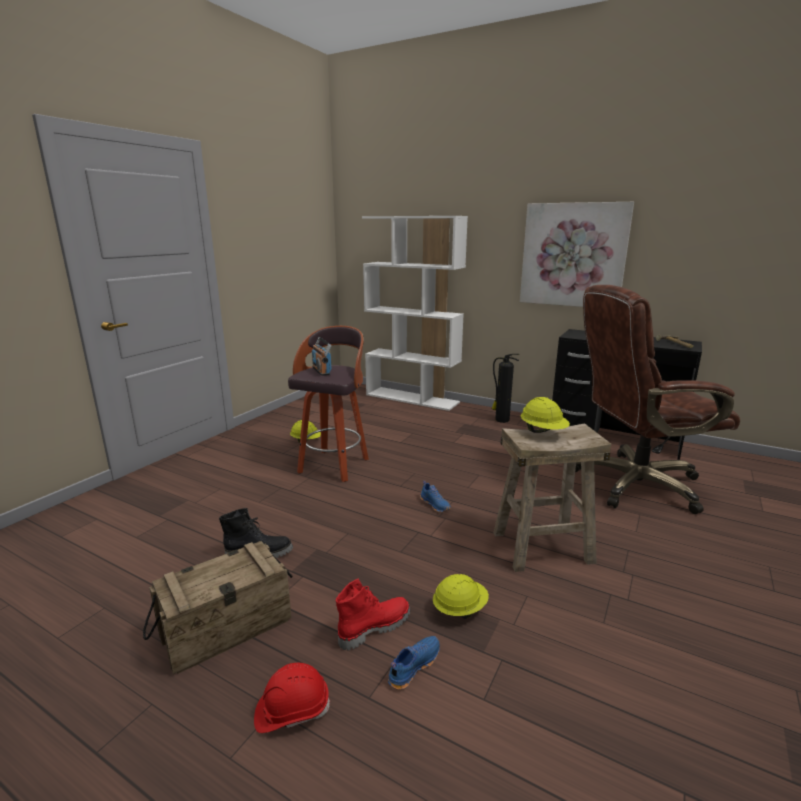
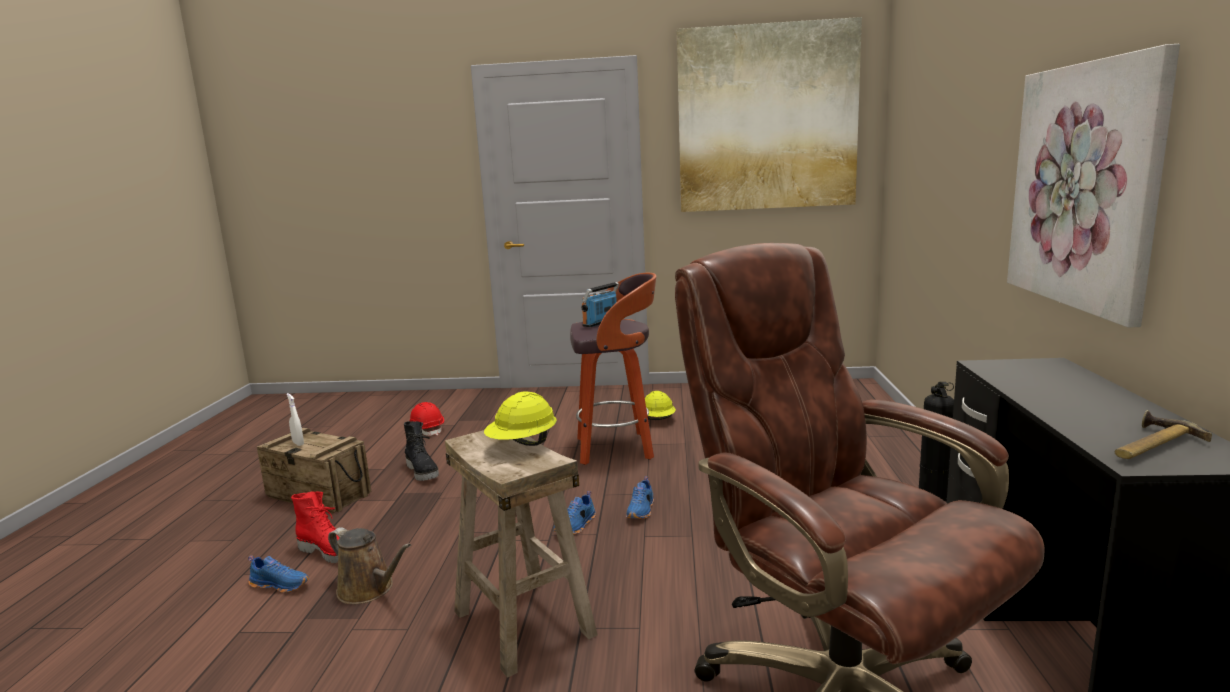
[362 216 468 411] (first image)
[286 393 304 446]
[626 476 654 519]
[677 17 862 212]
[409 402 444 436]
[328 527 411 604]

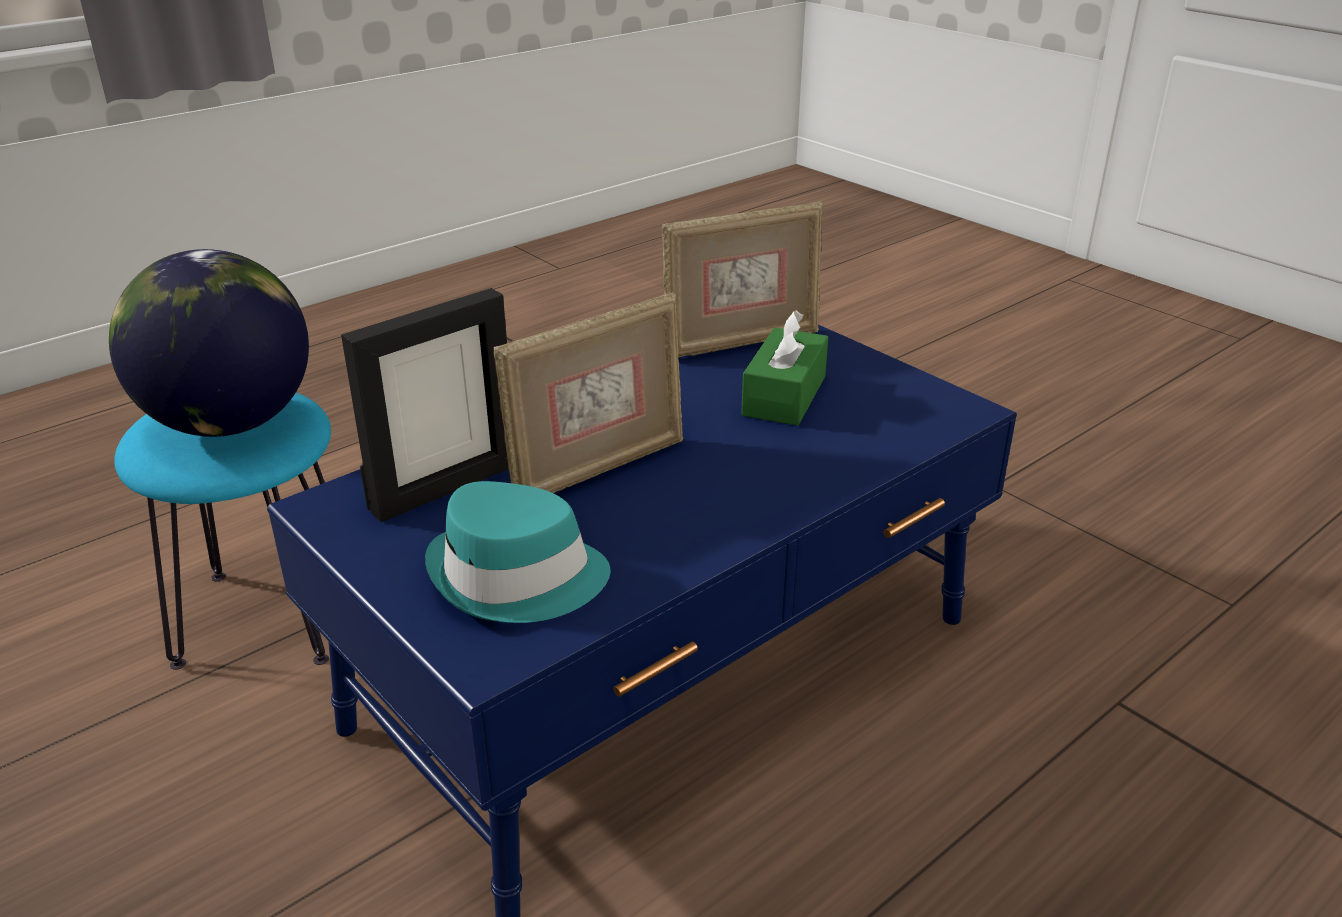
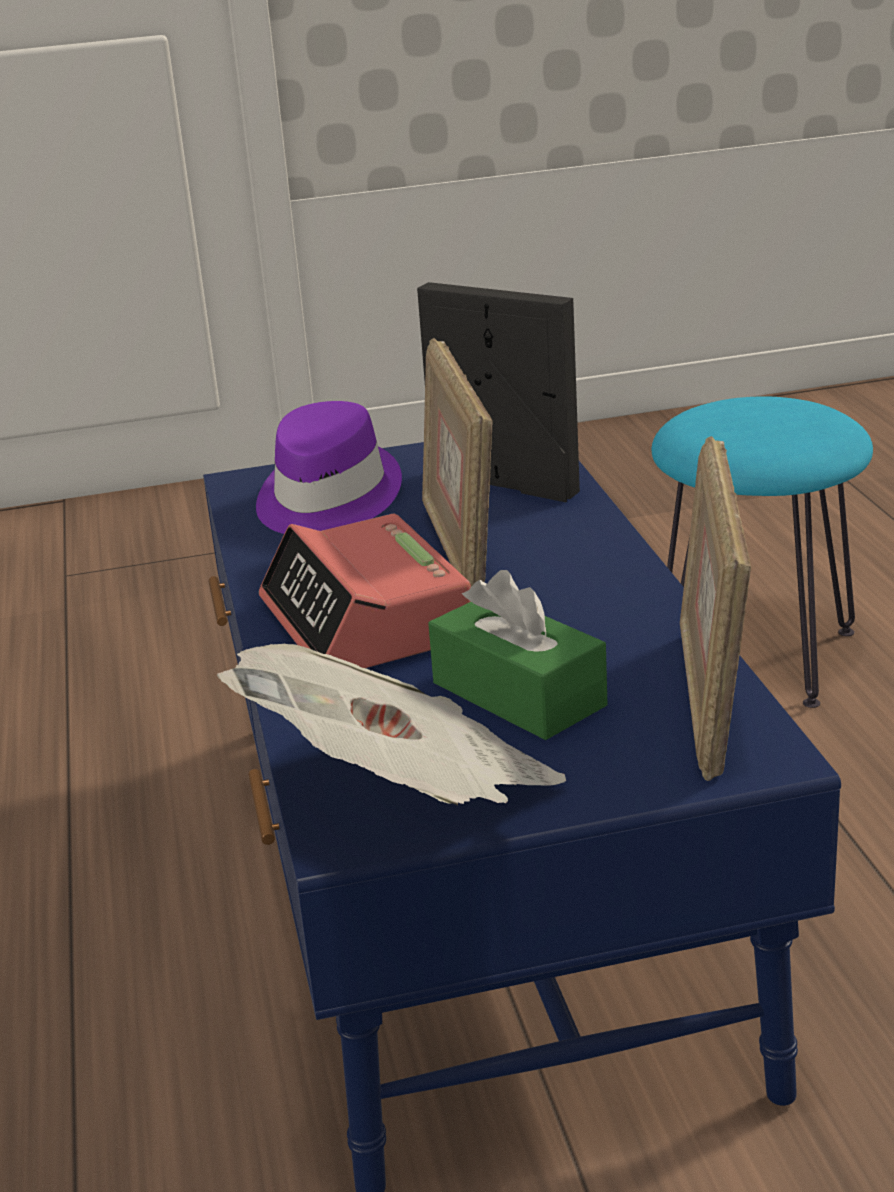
[109 249 309 437] (first image)
[217 644 566 805]
[259 514 471 668]
[256 401 402 534]
[417 282 580 502]

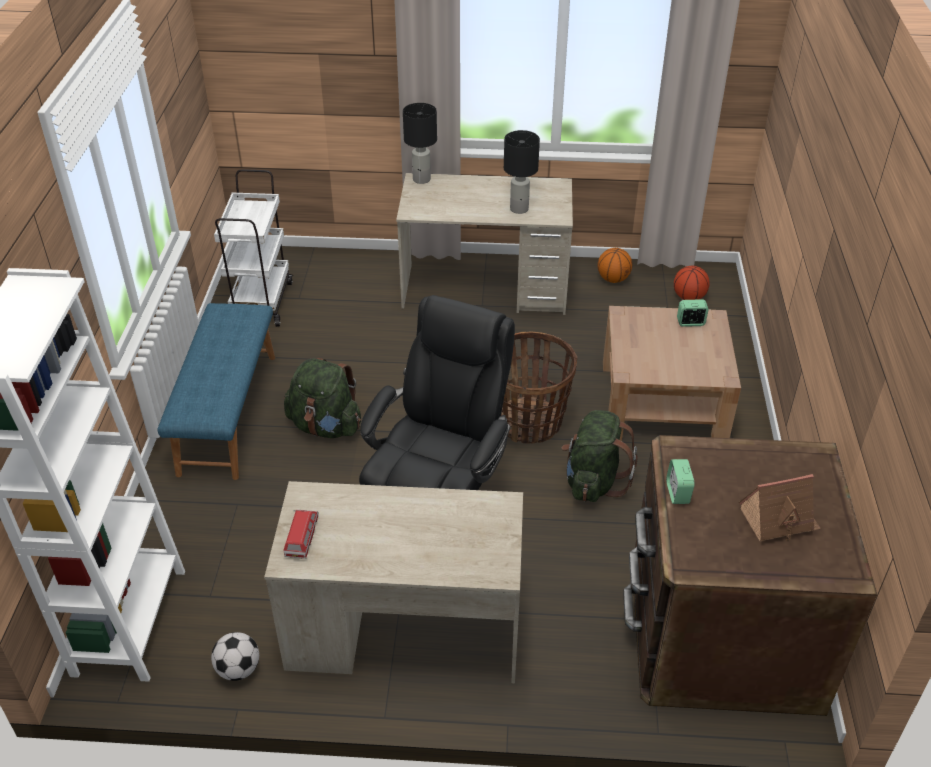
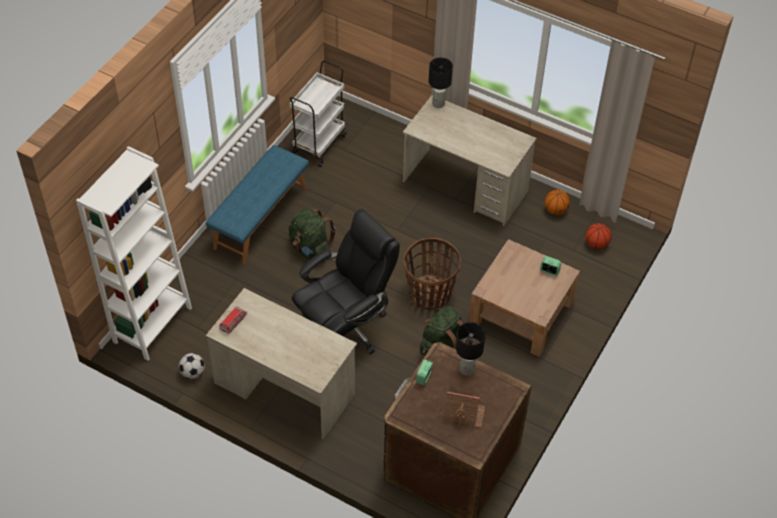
[456 322 485 376]

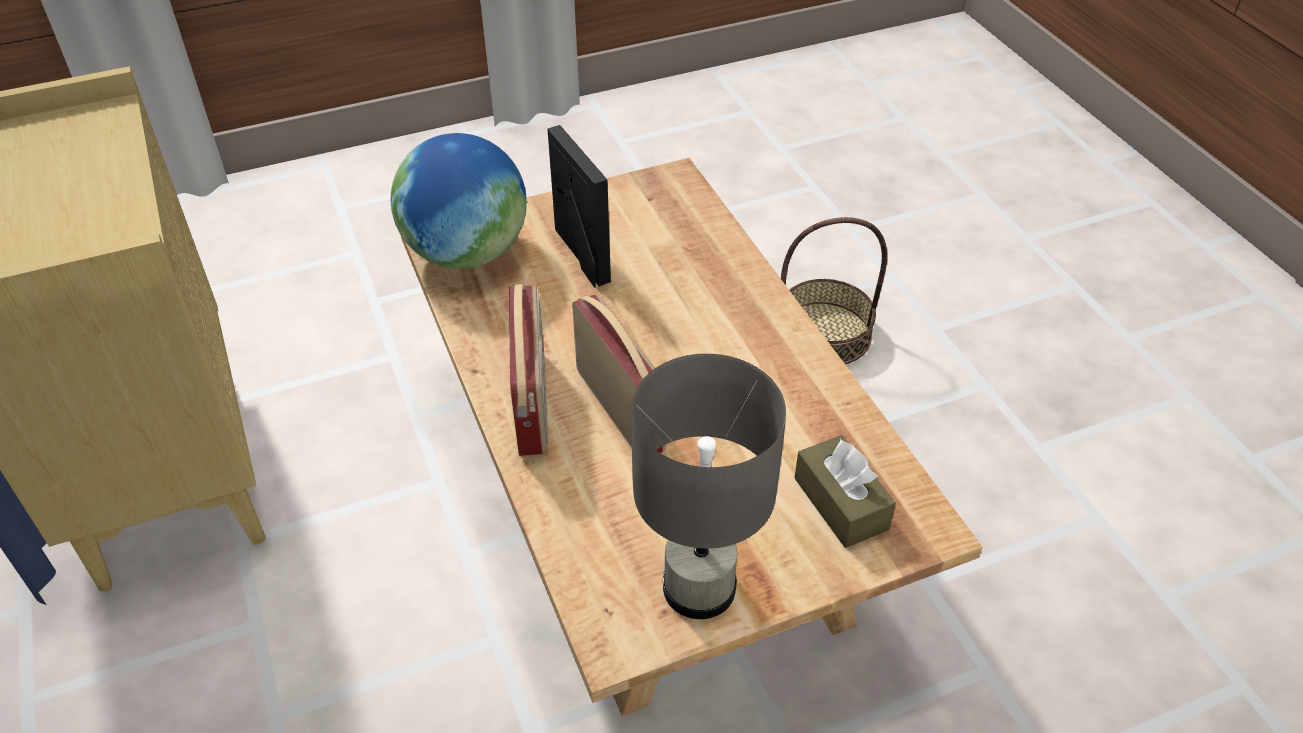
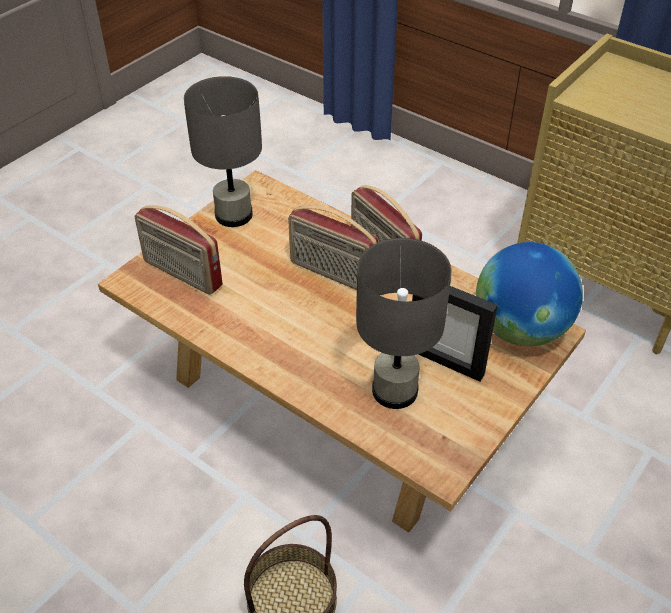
[356 238 451 409]
[134 205 223 295]

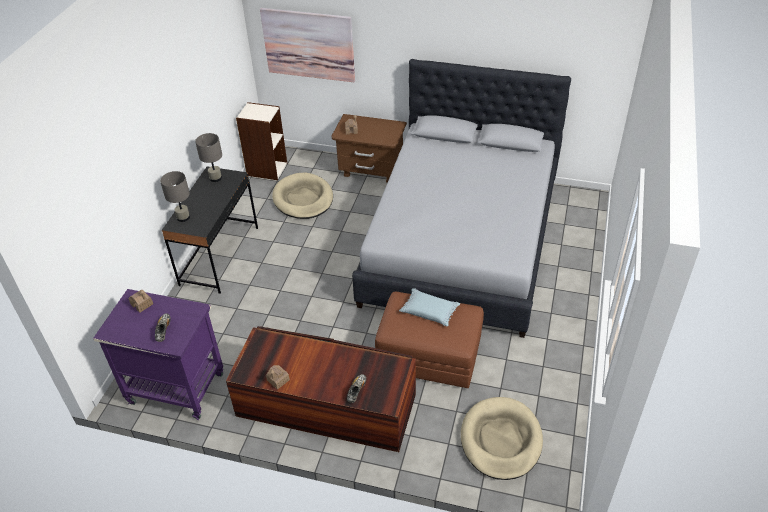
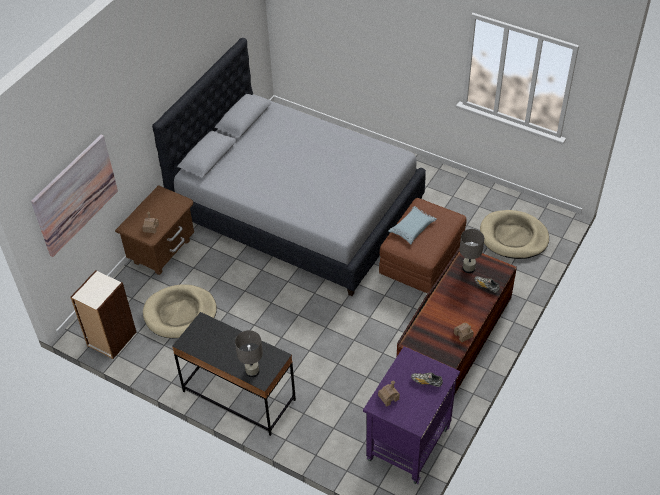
[460 229 484 273]

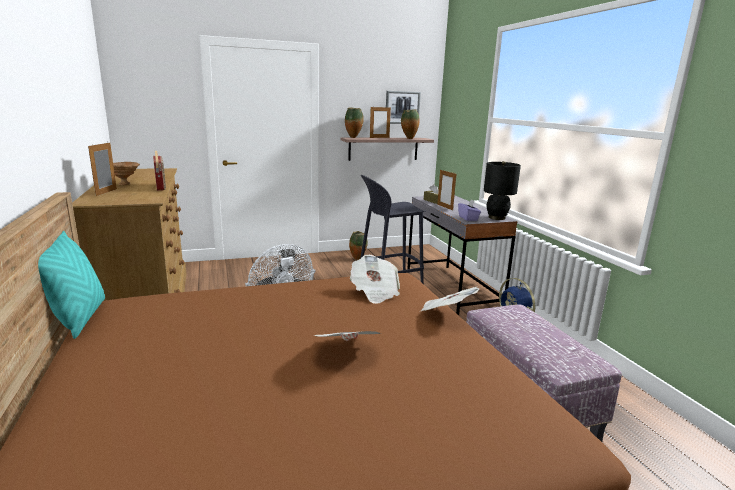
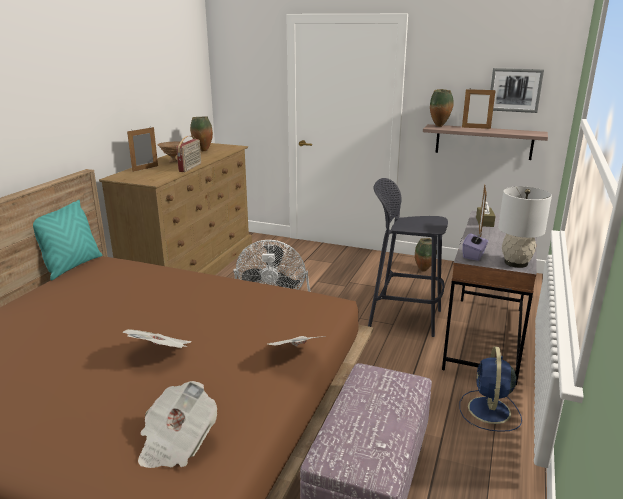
[138 381 217 468]
[190 116 213 151]
[498 186 552 268]

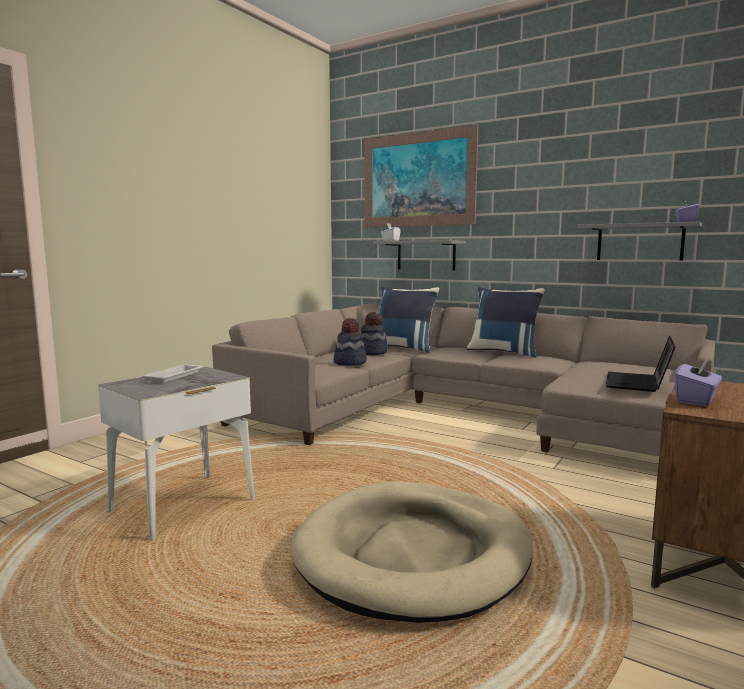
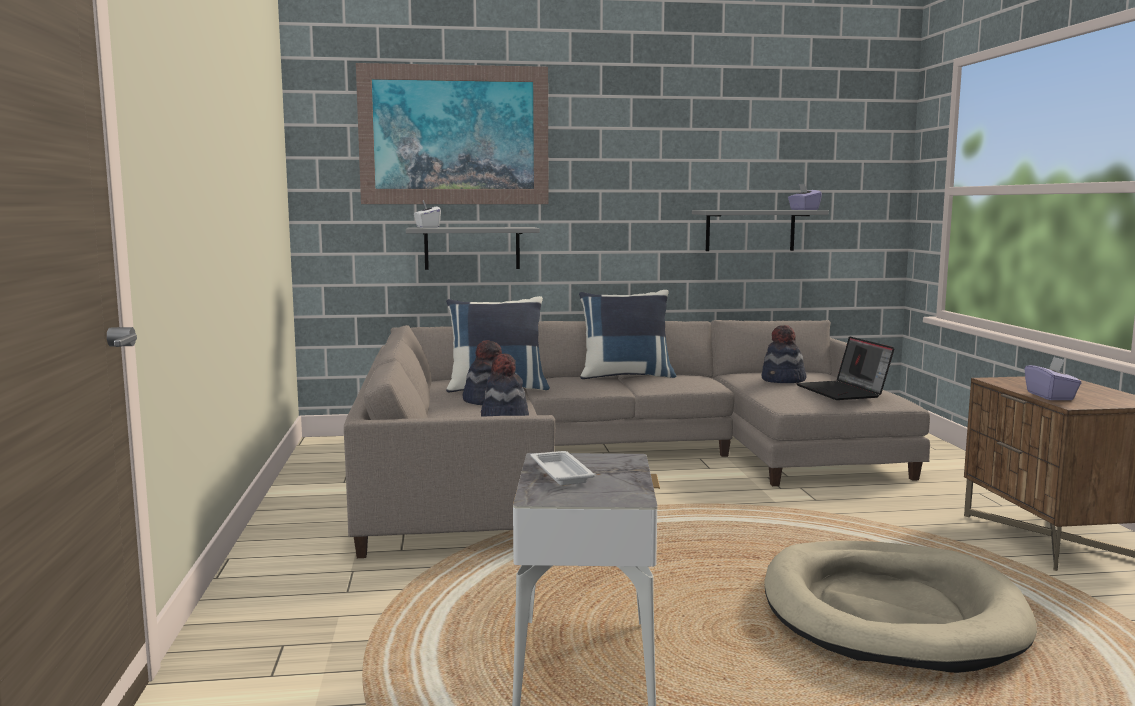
[762 325 806 383]

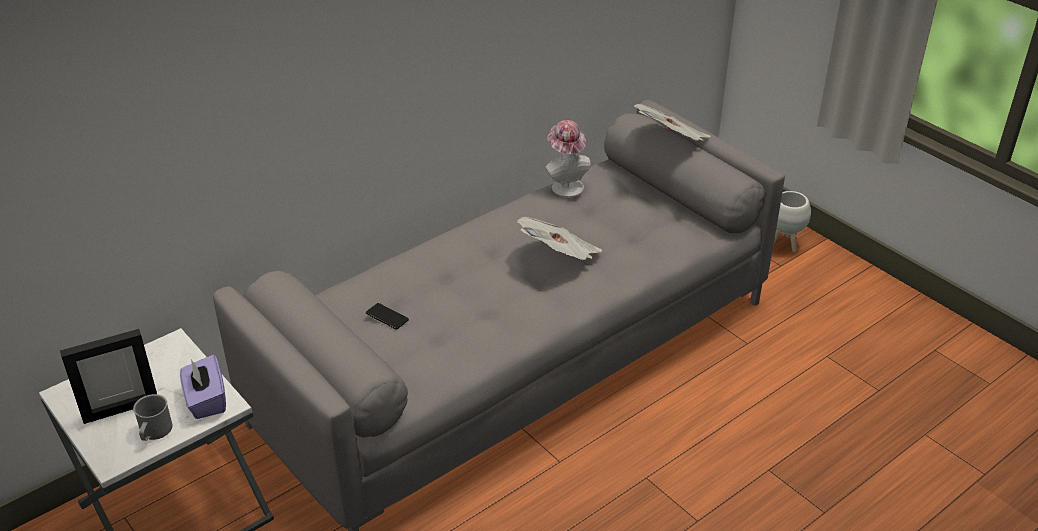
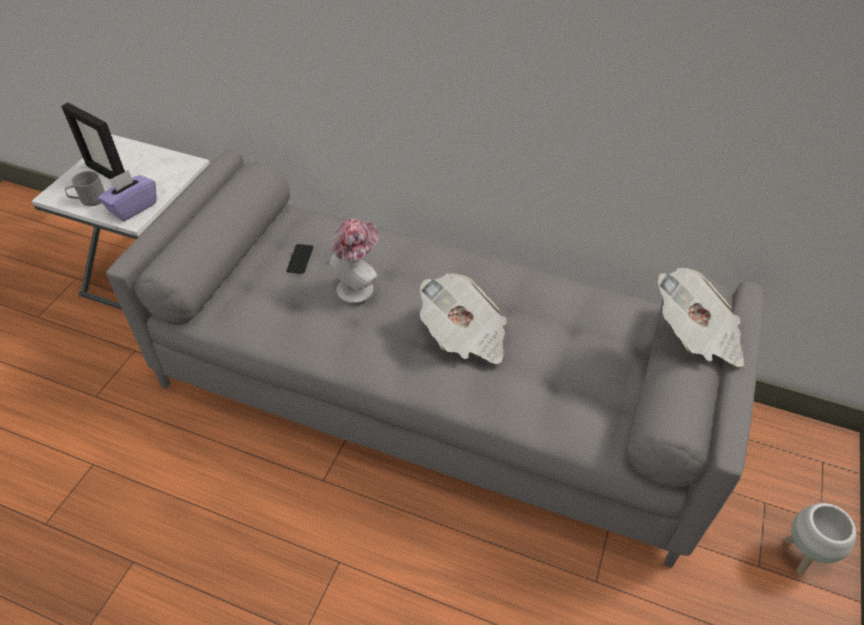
[330 219 378 303]

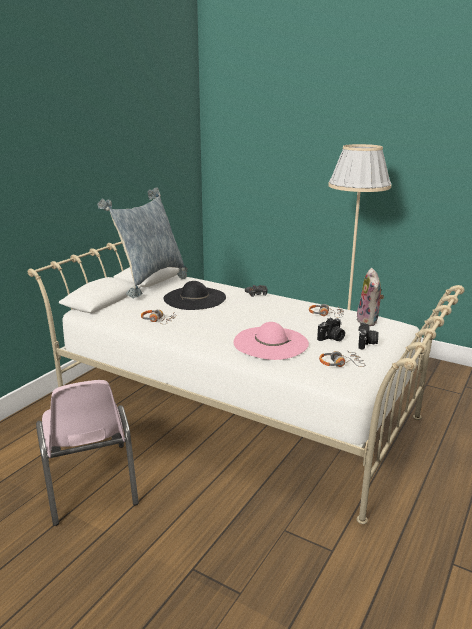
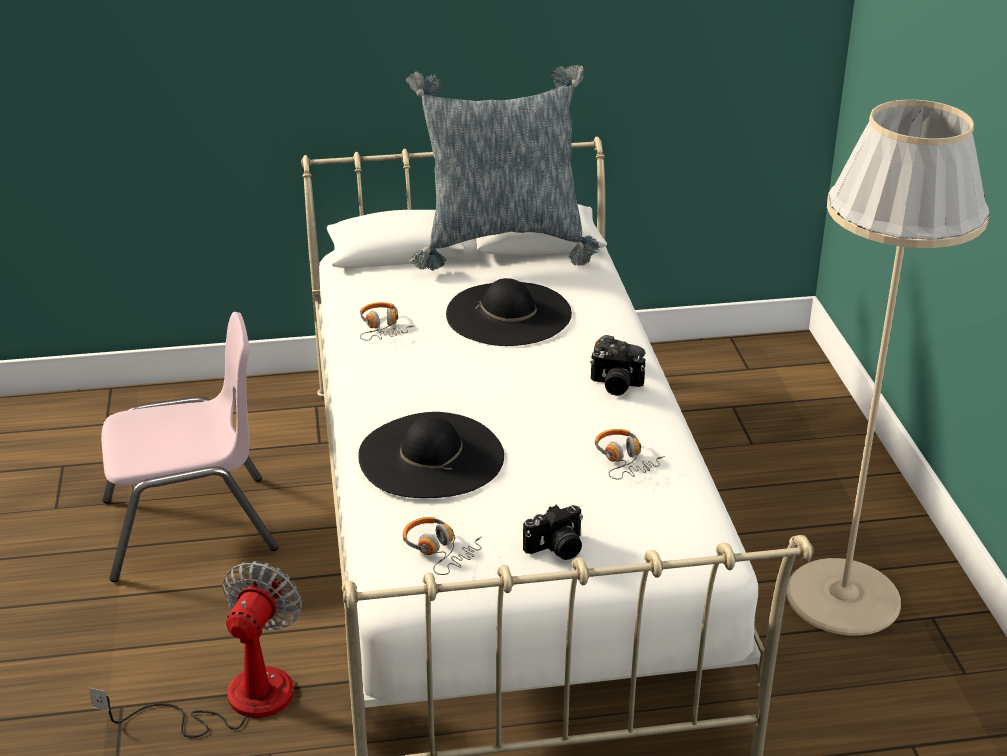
[356 268 384 326] (first image)
[89 561 302 738]
[590 348 645 396]
[358 412 504 498]
[101 312 279 582]

